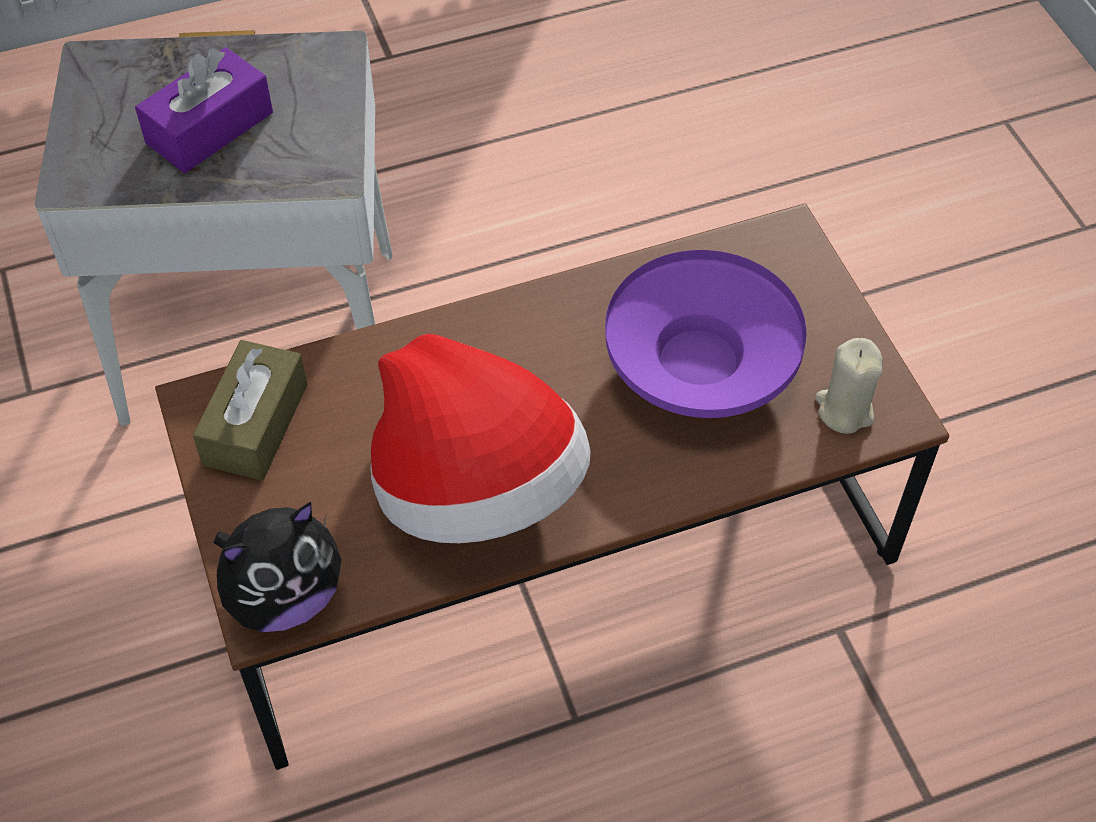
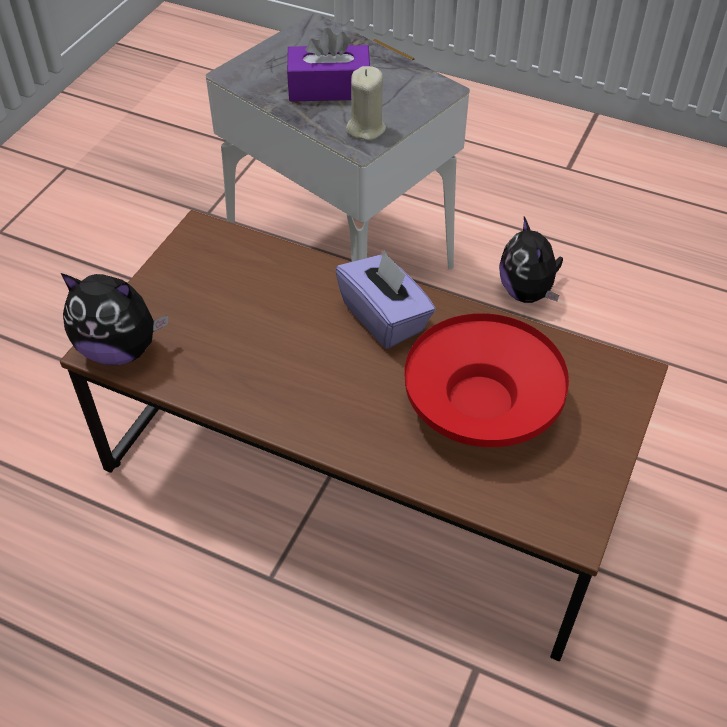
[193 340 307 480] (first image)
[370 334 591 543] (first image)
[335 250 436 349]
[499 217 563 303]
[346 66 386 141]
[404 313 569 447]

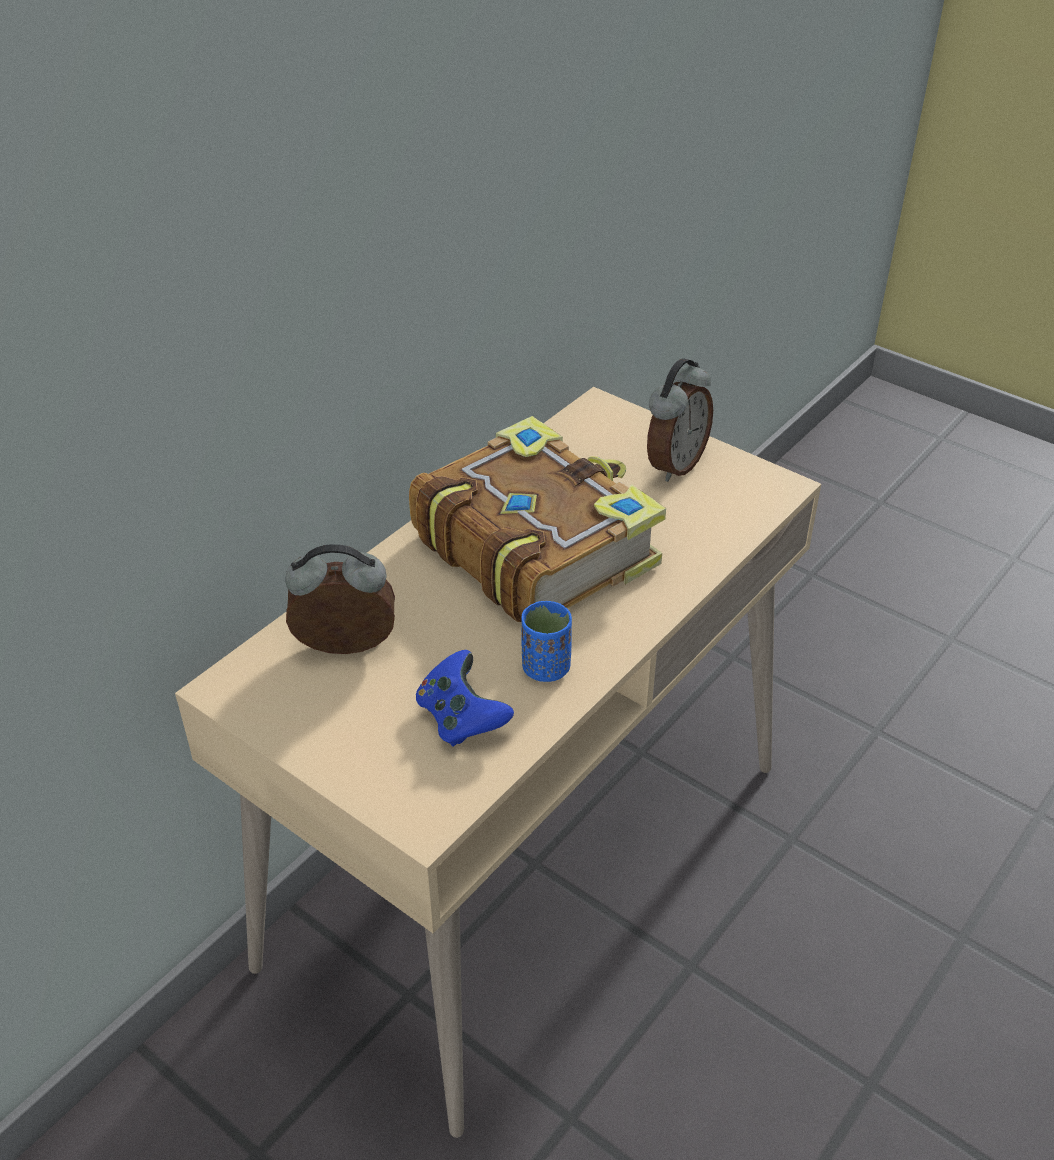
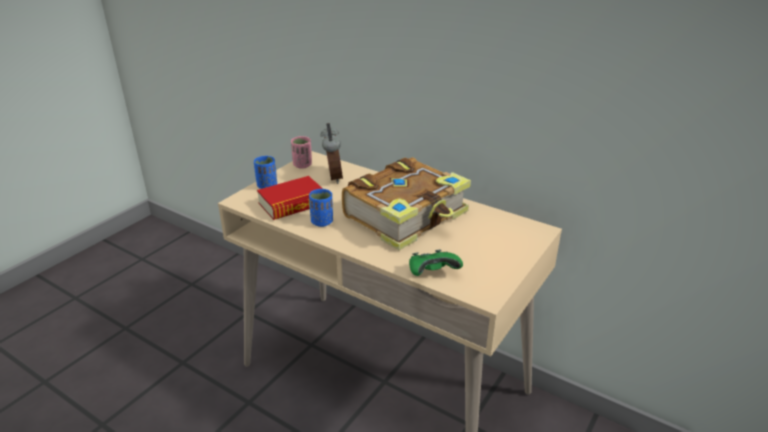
[647 358 713 482] (first image)
[254 156 277 189]
[291 136 312 169]
[409 250 463 276]
[257 176 323 220]

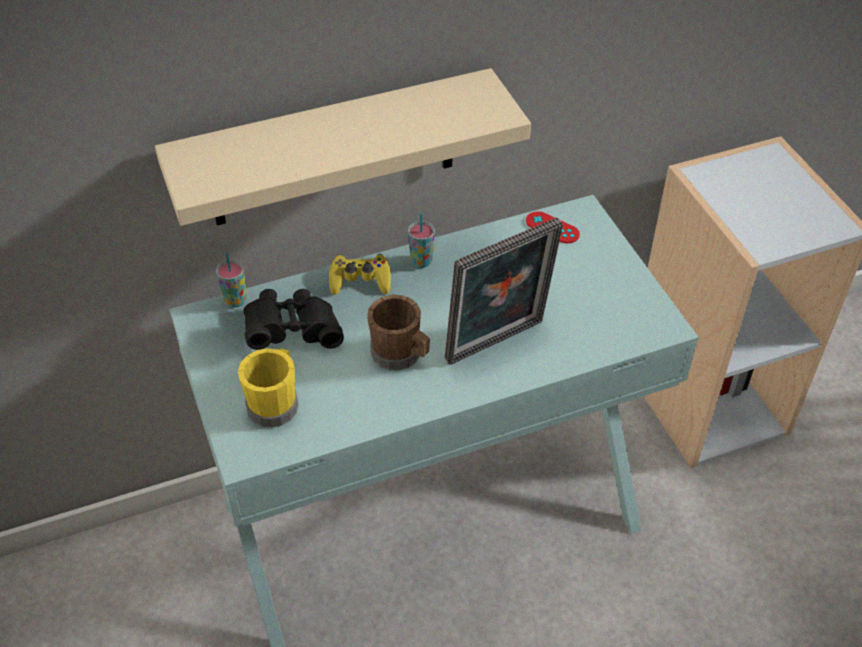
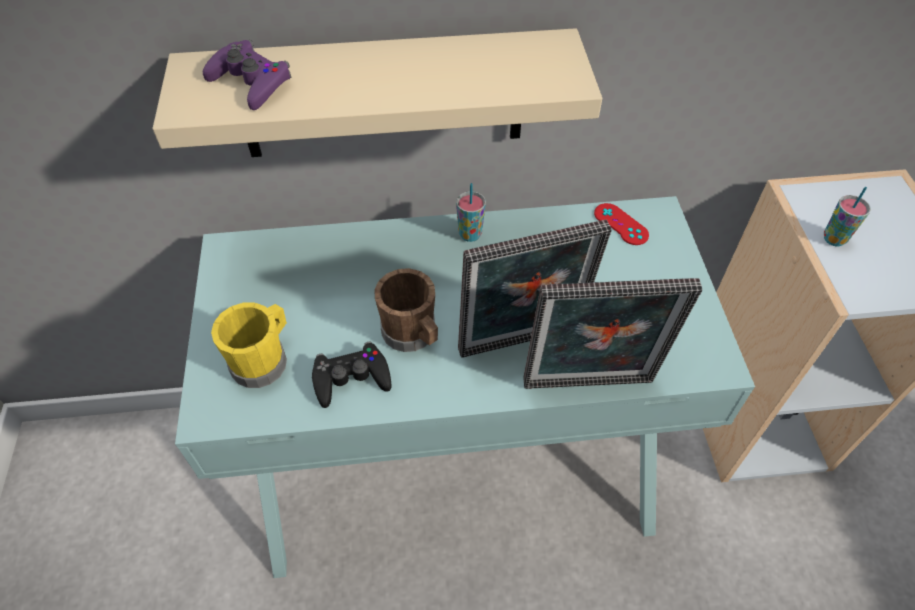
[244 289 344 350] (first image)
[329 254 391 295] (first image)
[203 40 291 110]
[312 342 391 408]
[523 278 702 389]
[824 187 871 246]

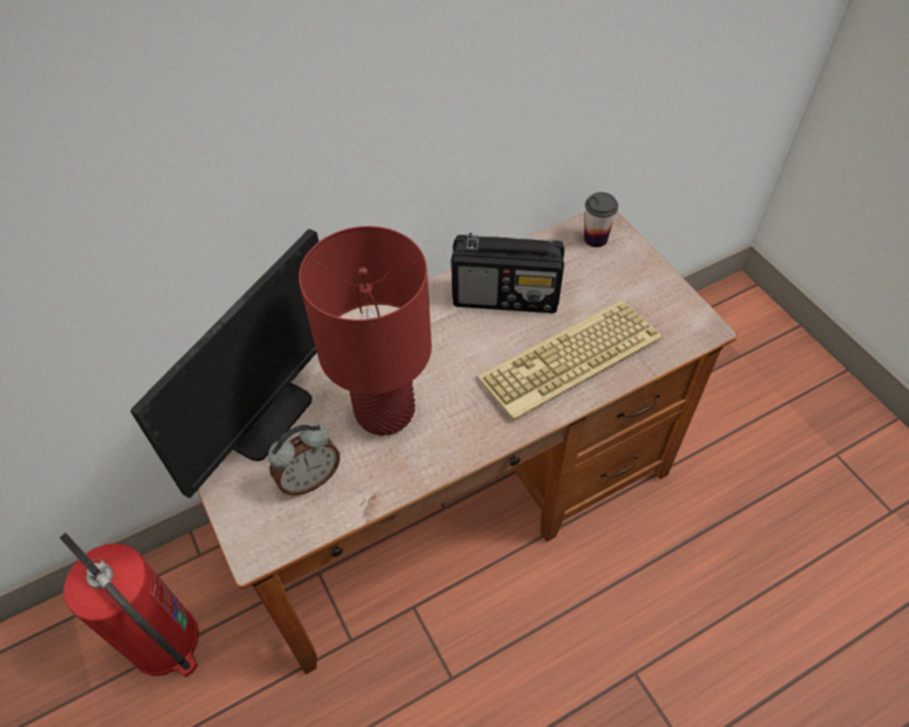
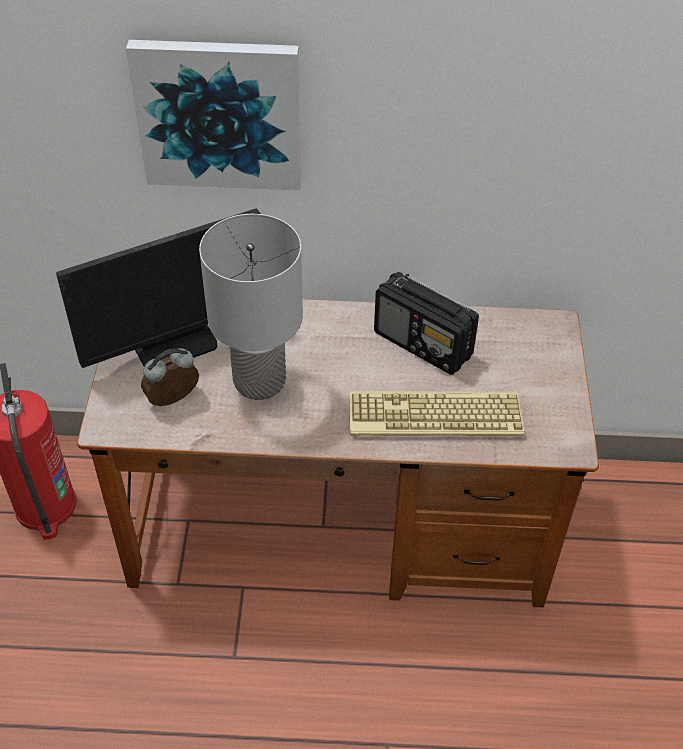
[584 192 618 247] (first image)
[126 40 301 190]
[199 214 303 400]
[141 348 199 406]

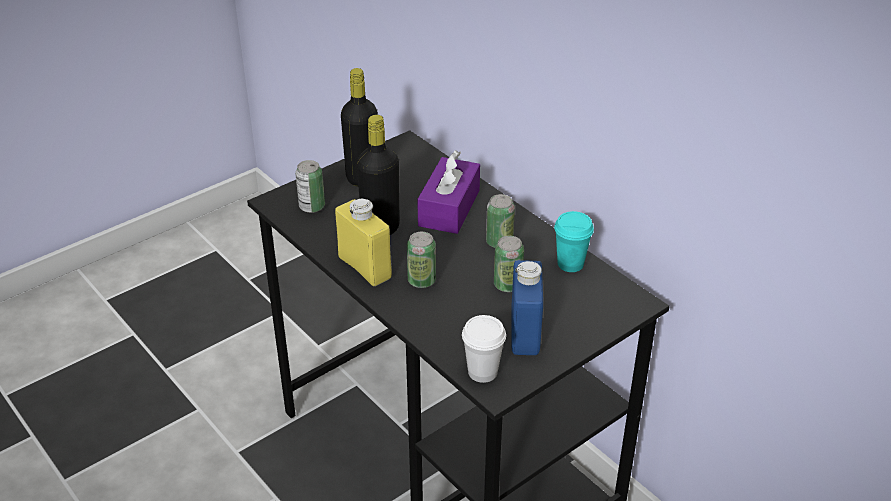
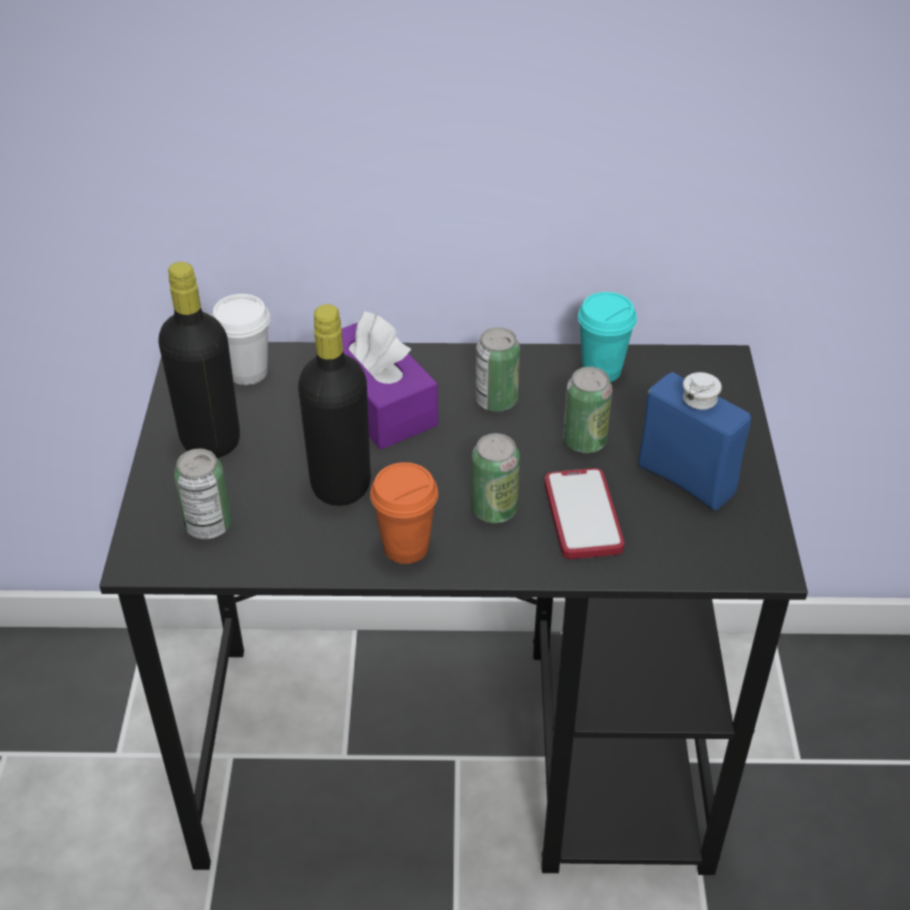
[544 468 624 559]
[211 294 270 385]
[370 462 438 564]

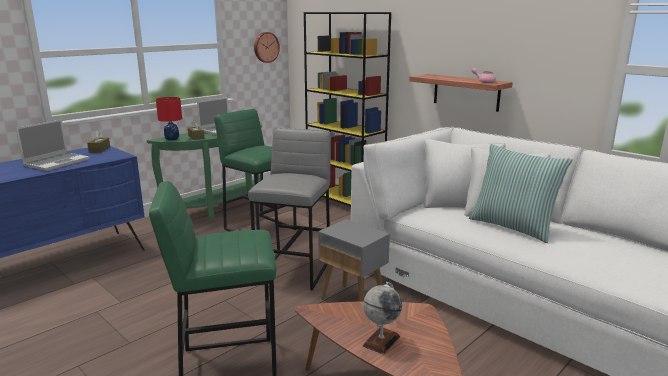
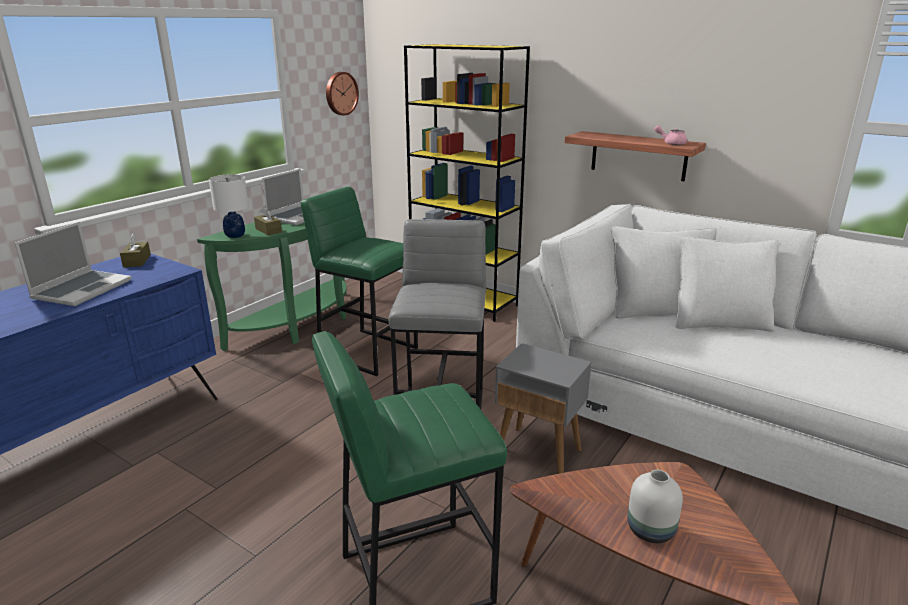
[469 144 573 243] (first image)
[628 470 683 543]
[209 174 249 238]

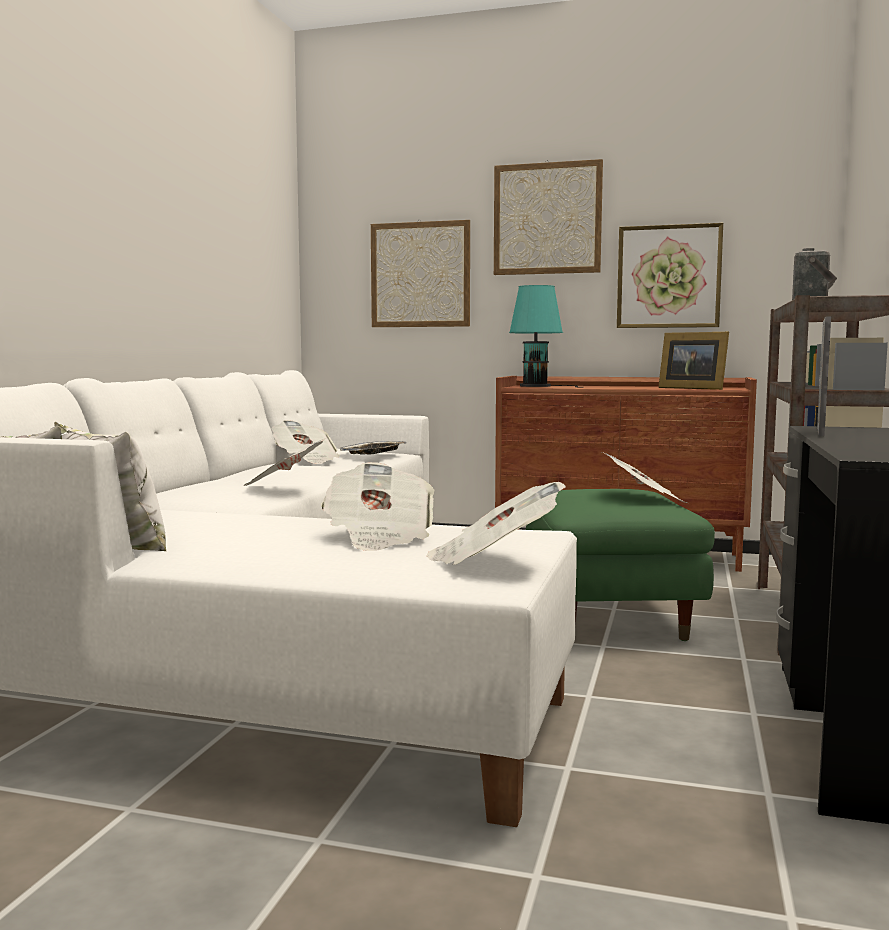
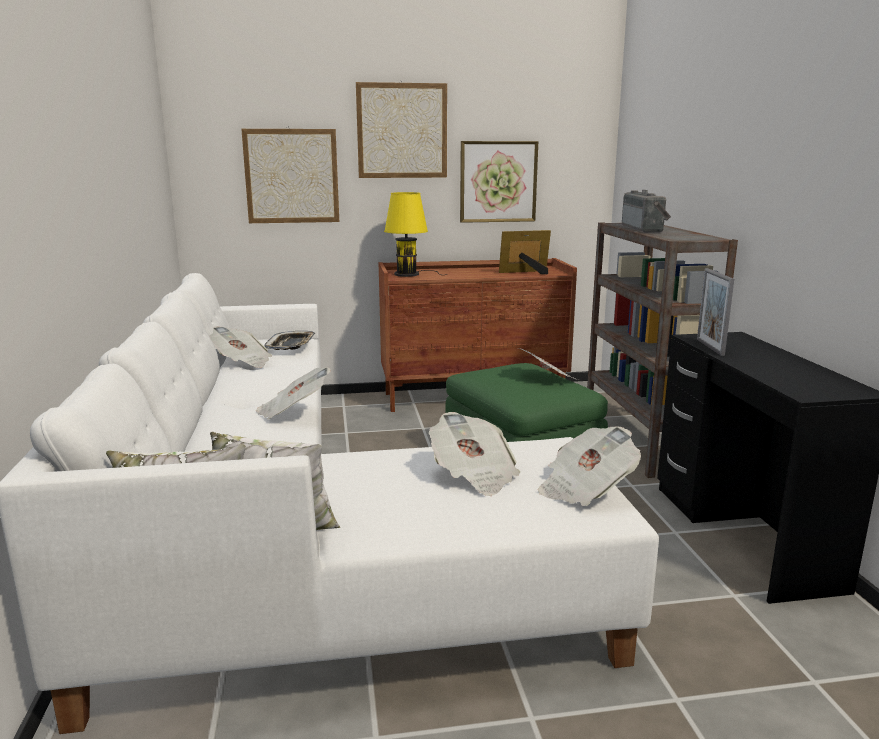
[384 192 447 277]
[499 230 551 274]

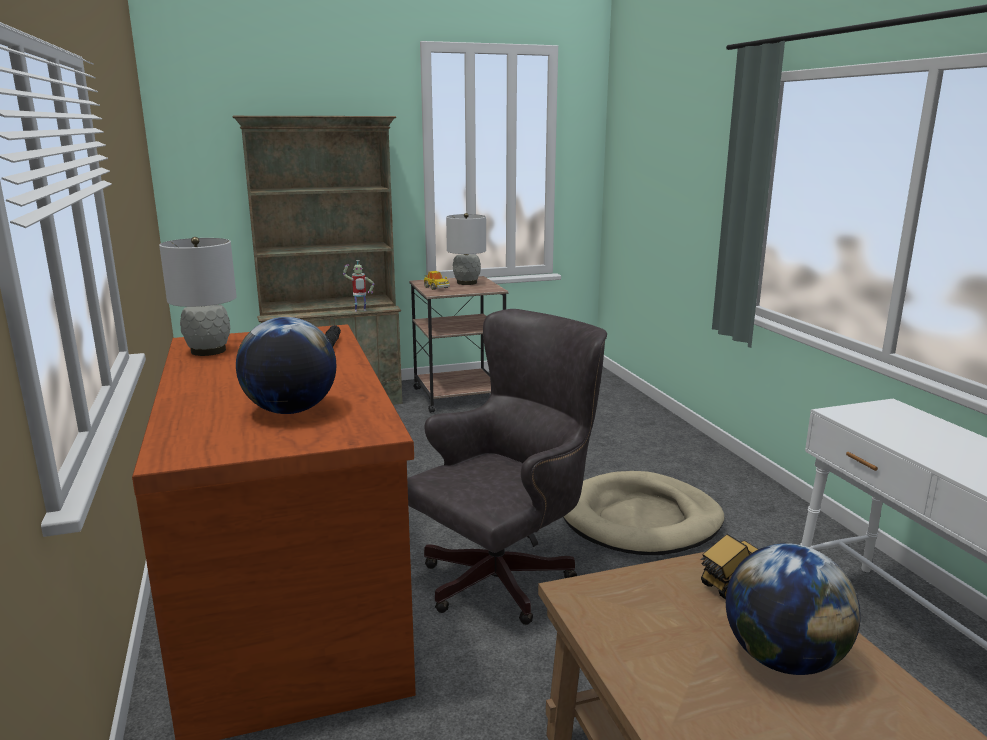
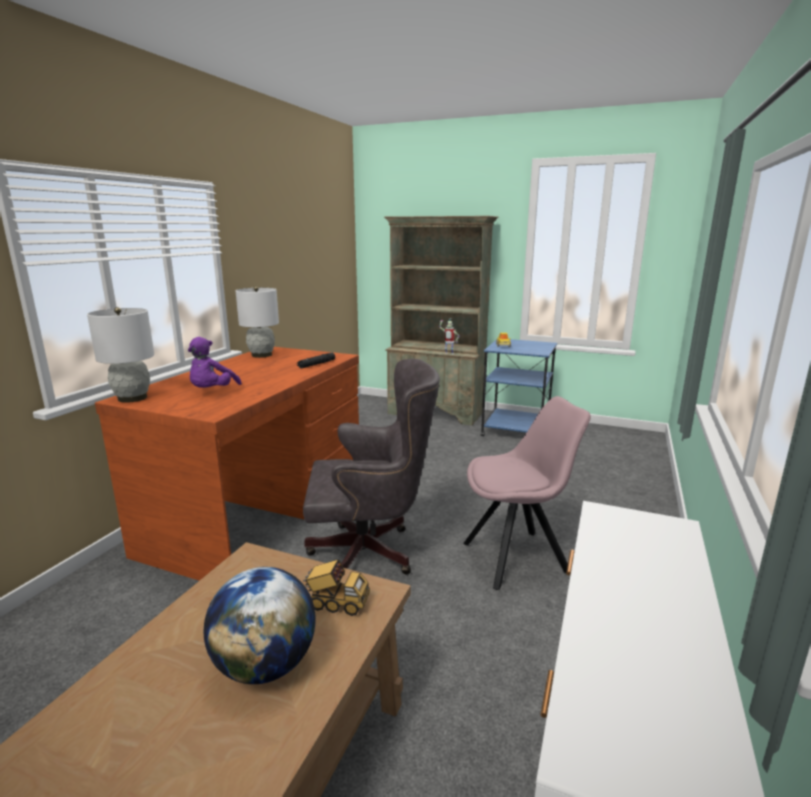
[87 307 154 403]
[188 337 242 388]
[463 396 591 590]
[481 339 557 436]

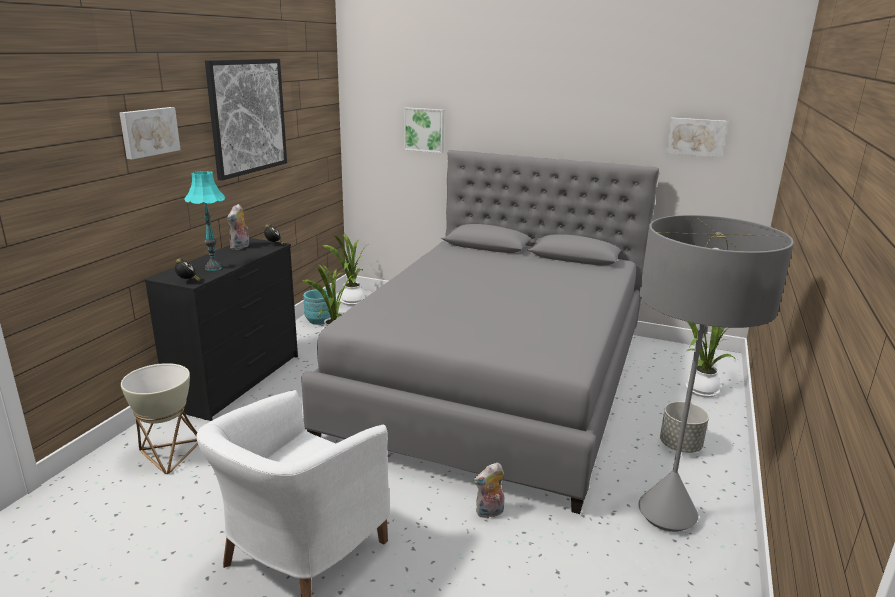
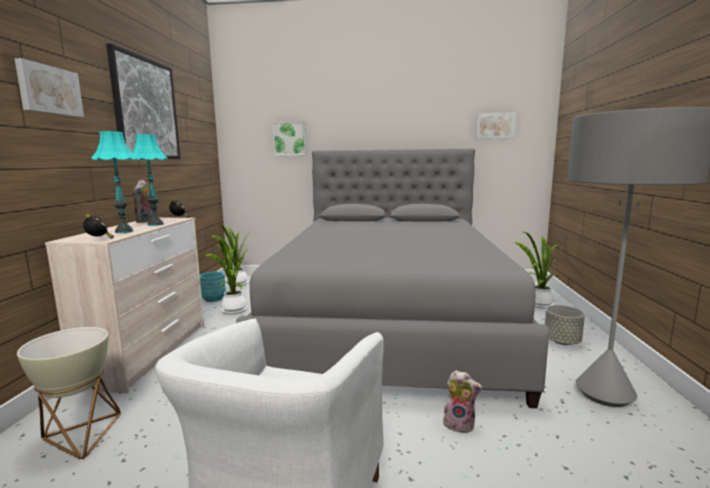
[132 134 167 226]
[45 218 204 393]
[442 370 482 433]

